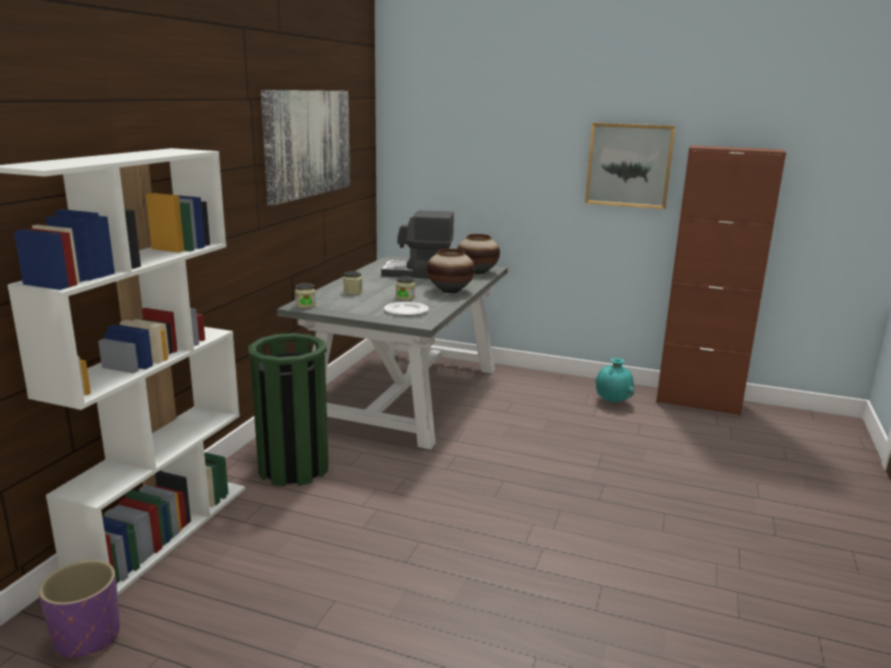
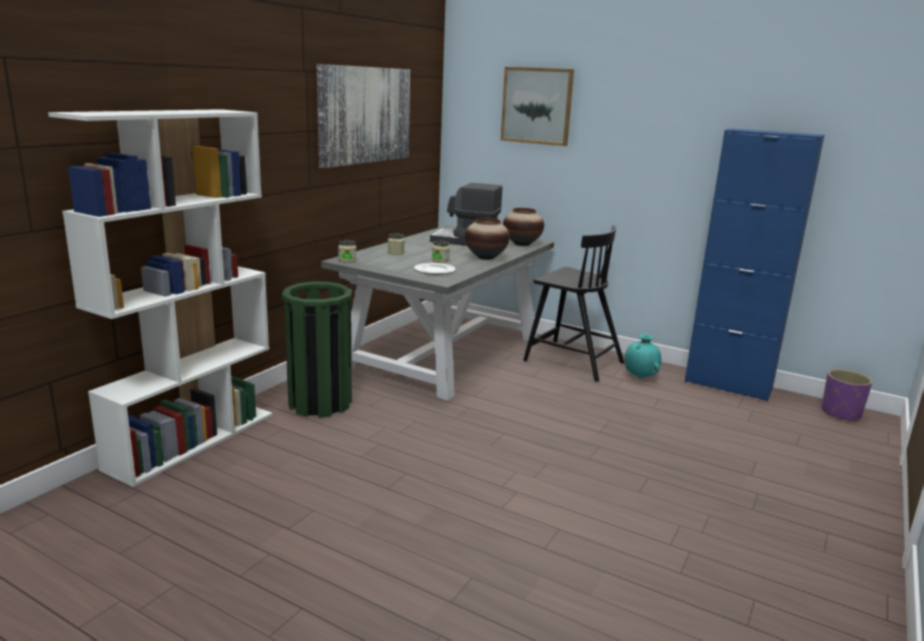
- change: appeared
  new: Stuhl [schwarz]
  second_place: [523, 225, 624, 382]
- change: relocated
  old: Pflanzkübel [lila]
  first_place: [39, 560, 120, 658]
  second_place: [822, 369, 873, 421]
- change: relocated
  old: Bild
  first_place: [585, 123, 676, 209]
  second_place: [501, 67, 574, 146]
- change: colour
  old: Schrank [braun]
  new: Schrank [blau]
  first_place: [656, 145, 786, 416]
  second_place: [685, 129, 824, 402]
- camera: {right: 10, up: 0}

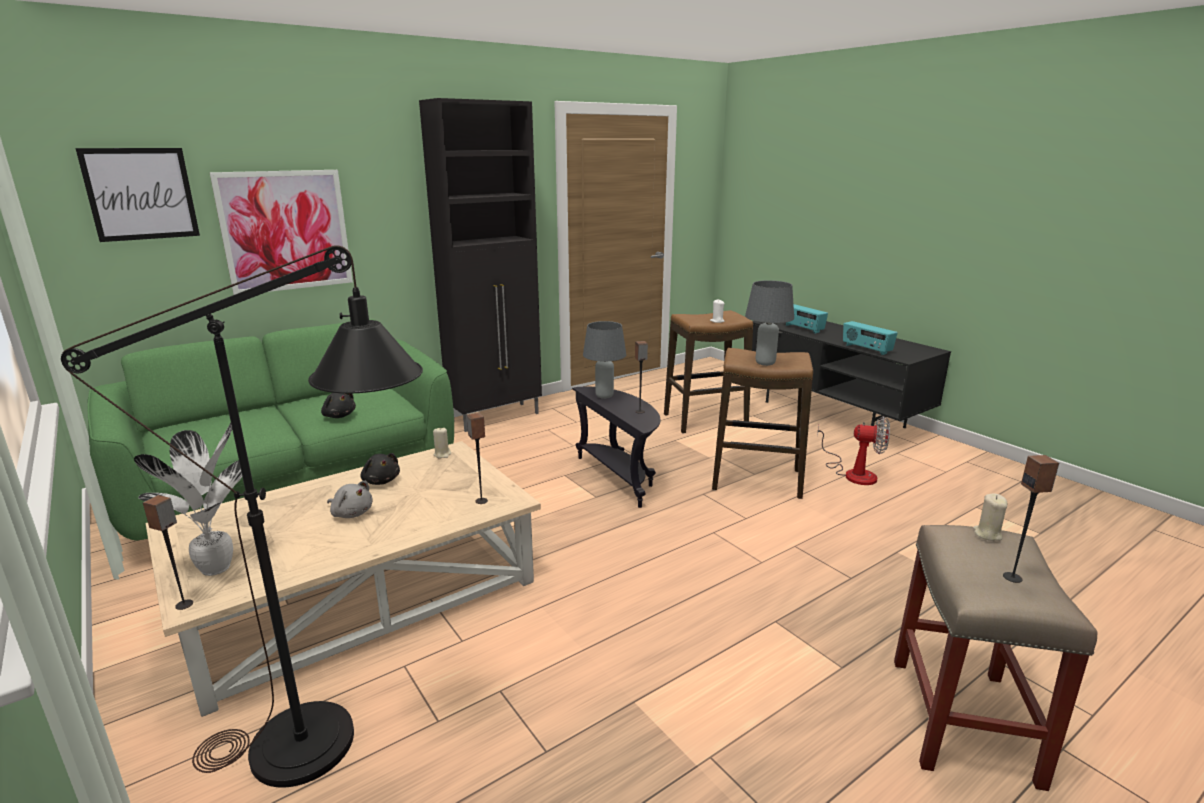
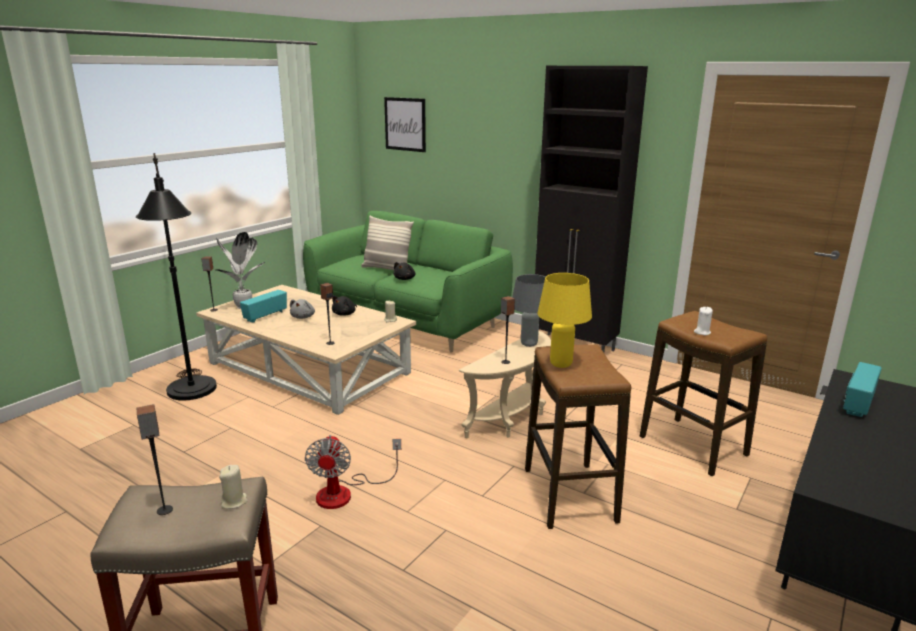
- change: missing
  old: Bild
  first_place: [209, 170, 353, 295]
- change: appeared
  new: Kissen
  second_place: [361, 216, 414, 270]
- change: relocated
  old: Ventilator
  first_place: [817, 416, 890, 485]
  second_place: [305, 435, 401, 509]
- change: relocated
  old: Radio
  first_place: [843, 321, 898, 355]
  second_place: [240, 290, 287, 323]
- change: colour
  old: Beistelltisch [schwarz]
  new: Beistelltisch [beige]
  first_place: [572, 387, 661, 508]
  second_place: [459, 331, 551, 438]
- change: colour
  old: Tischlampe [grau]
  new: Tischlampe [gelb]
  first_place: [745, 280, 794, 366]
  second_place: [537, 273, 592, 368]
- camera: {right: 70, up: 0}

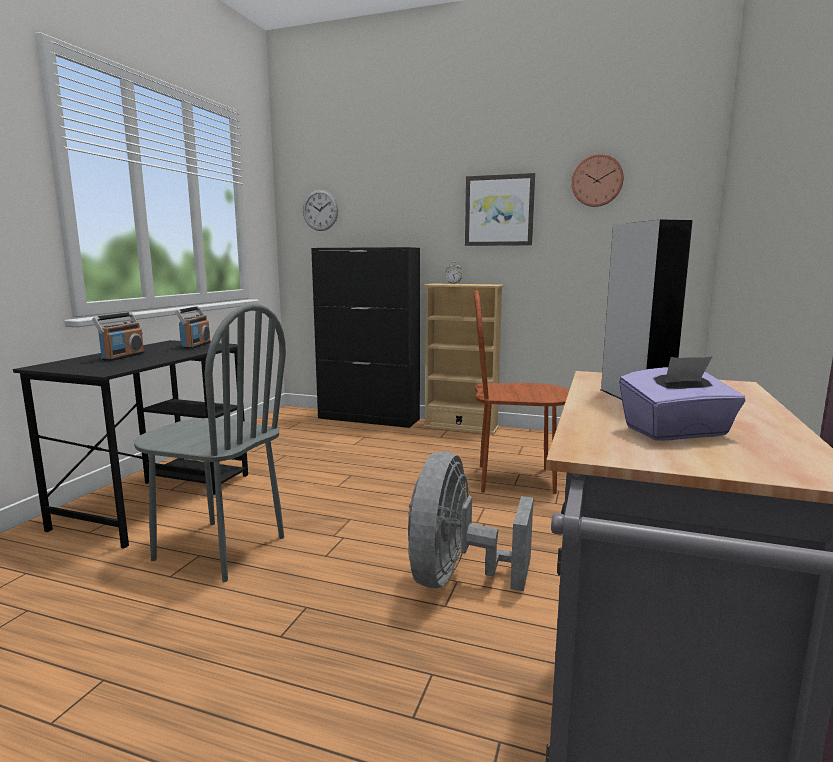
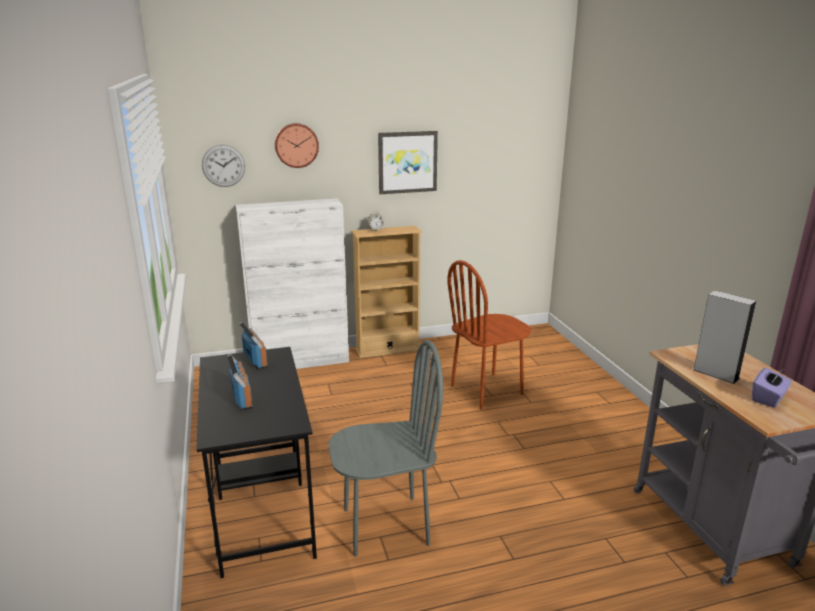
- change: missing
  old: Ventilator [grau]
  first_place: [408, 452, 534, 591]
- change: relocated
  old: Wanduhr
  first_place: [571, 154, 624, 207]
  second_place: [275, 123, 319, 168]
- change: colour
  old: Schrank [schwarz]
  new: Schrank [weiß]
  first_place: [311, 247, 420, 428]
  second_place: [236, 199, 349, 369]
- camera: {right: -35, up: 10}

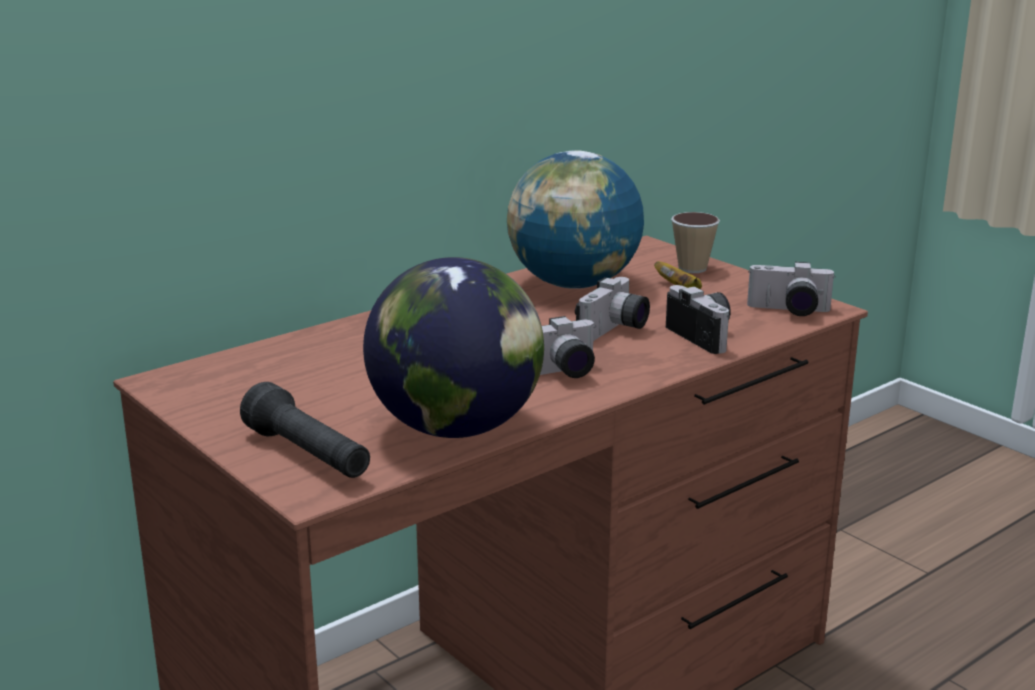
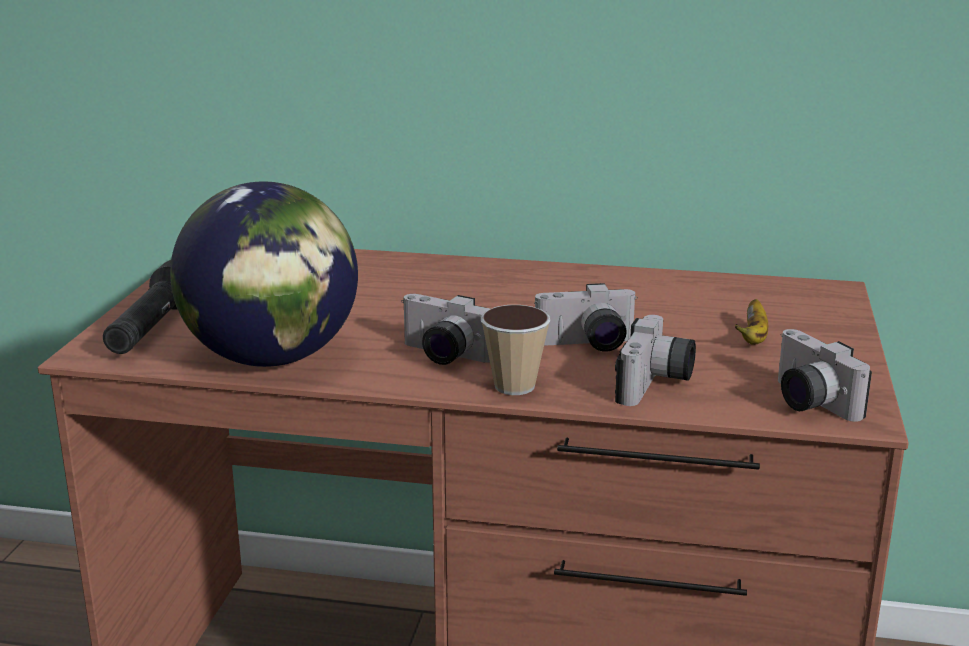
- change: missing
  old: Globus
  first_place: [507, 150, 644, 289]
- change: relocated
  old: Tasse
  first_place: [671, 212, 720, 273]
  second_place: [481, 305, 550, 395]
- camera: {right: 50, up: 0}

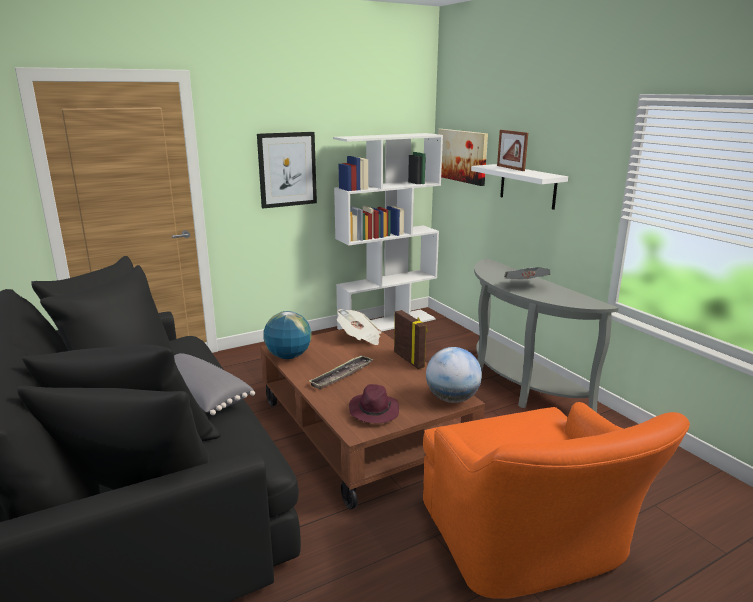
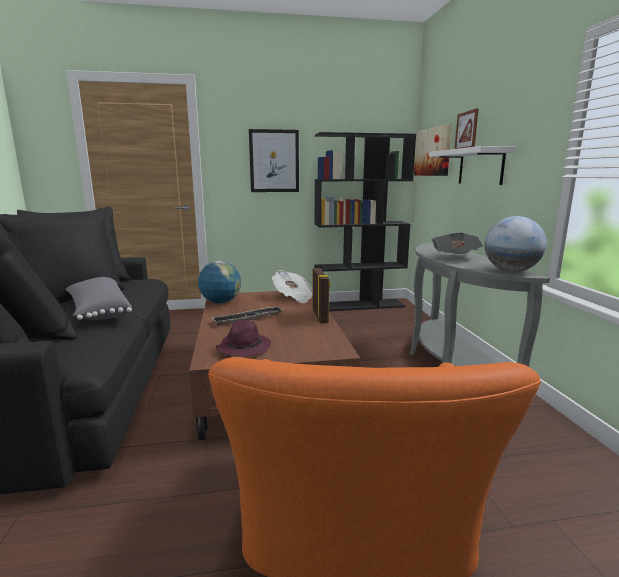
- change: relocated
  old: Globus
  first_place: [426, 347, 482, 403]
  second_place: [485, 216, 547, 272]
- change: colour
  old: Bücherregal [weiß]
  new: Bücherregal [schwarz]
  first_place: [333, 133, 443, 331]
  second_place: [314, 132, 416, 311]
- camera: {right: 20, up: -5}

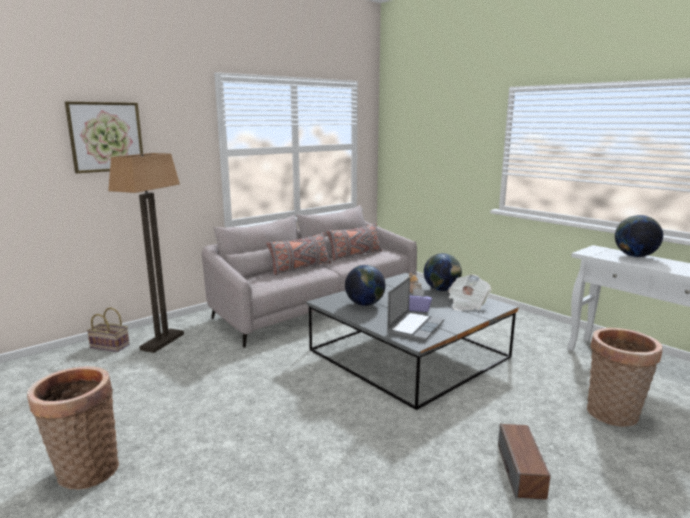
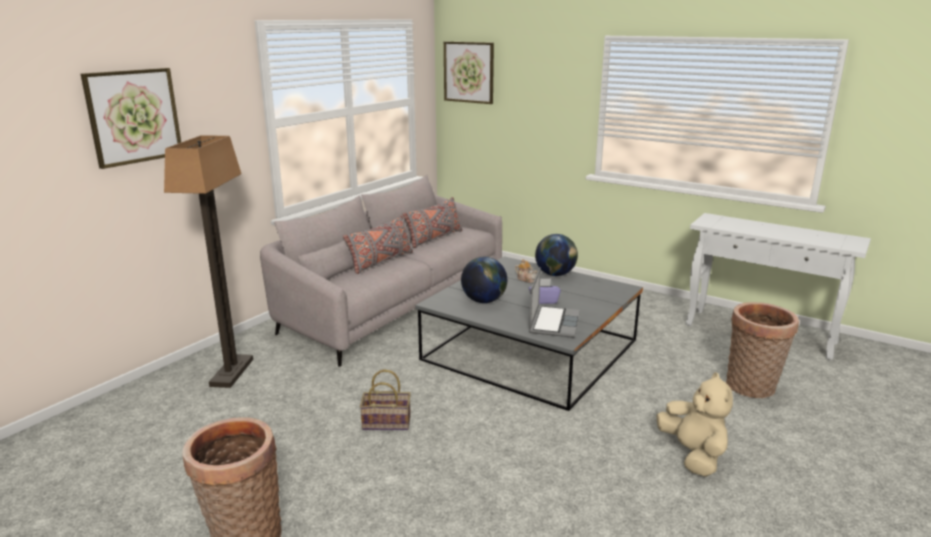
- change: missing
  old: Zeitung
  first_place: [448, 274, 491, 311]
- change: missing
  old: Globus
  first_place: [615, 215, 663, 257]
- change: appeared
  new: Bild
  second_place: [444, 42, 494, 104]
- change: relocated
  old: Korb
  first_place: [87, 307, 129, 352]
  second_place: [360, 369, 411, 430]
- change: exchanged
  old: Lautsprecher
  new: Plüschtier [beige]
  first_place: [498, 423, 550, 500]
  second_place: [656, 372, 733, 477]
- camera: {right: -15, up: 5}

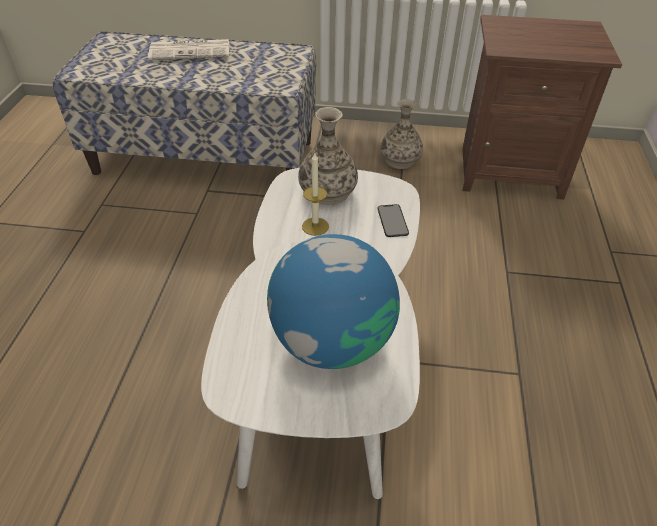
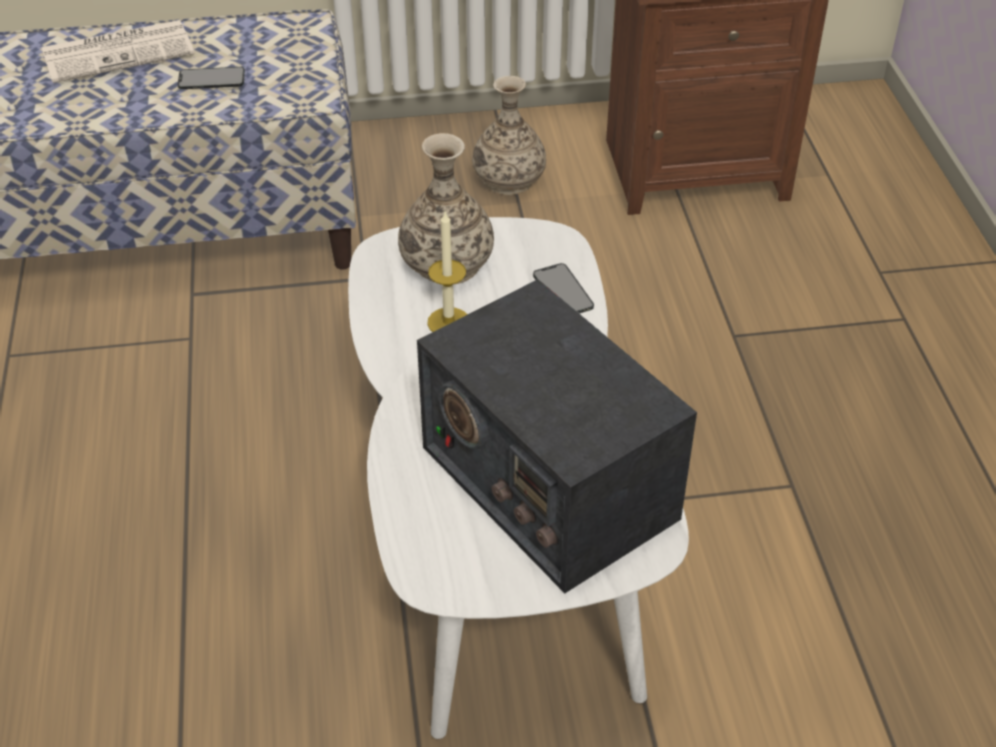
- change: appeared
  new: Handy
  second_place: [178, 67, 245, 89]
- change: exchanged
  old: Globus
  new: Radio
  first_place: [267, 234, 400, 369]
  second_place: [417, 279, 697, 593]
- camera: {right: -15, up: 0}

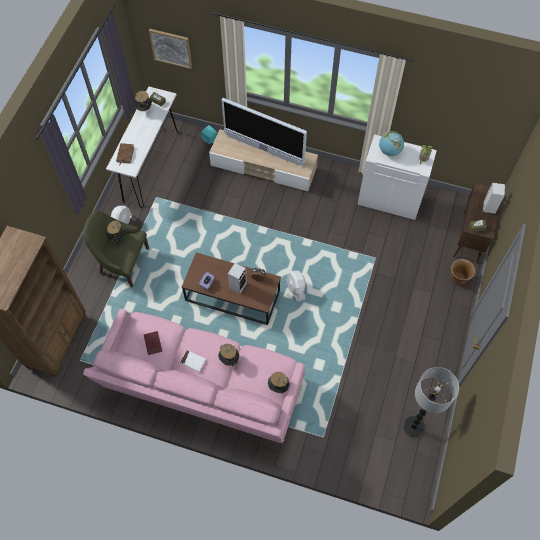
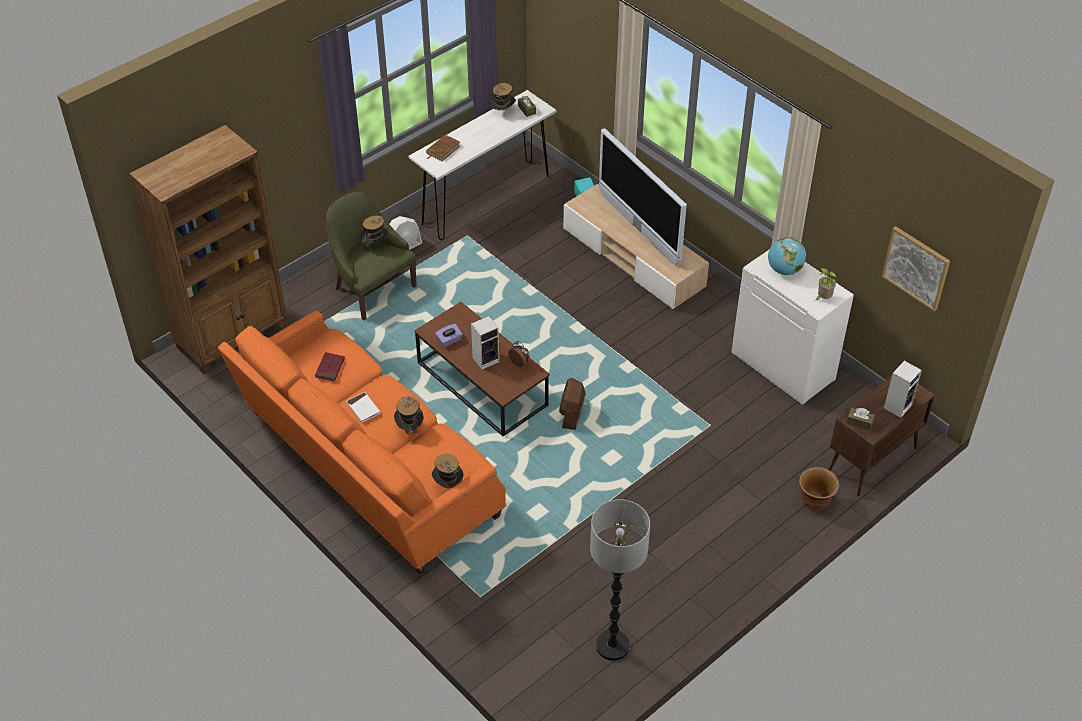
- change: relocated
  old: Bild
  first_place: [149, 29, 192, 69]
  second_place: [882, 226, 950, 311]
- change: colour
  old: Sofa [rosa]
  new: Sofa [orange]
  first_place: [83, 309, 305, 443]
  second_place: [218, 310, 506, 574]
- change: colour
  old: Ventilator [weiß]
  new: Ventilator [braun]
  first_place: [287, 271, 306, 302]
  second_place: [559, 378, 585, 430]
- camera: {right: 30, up: -15}

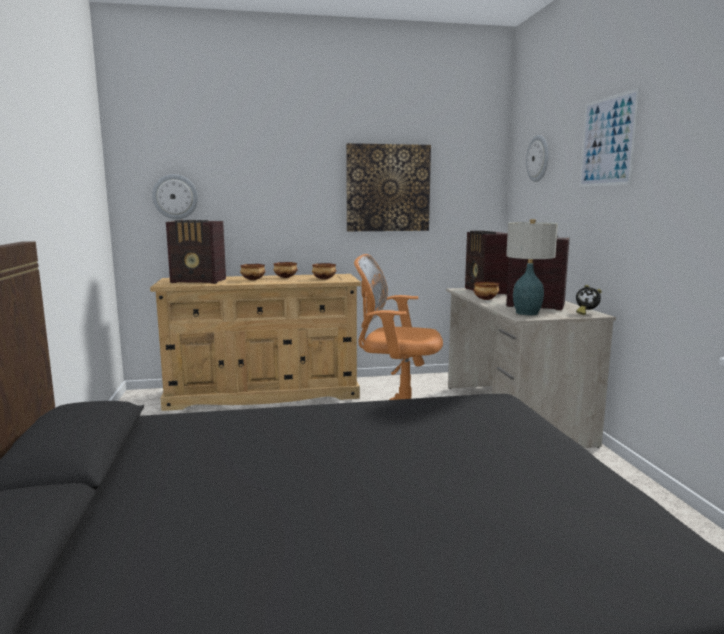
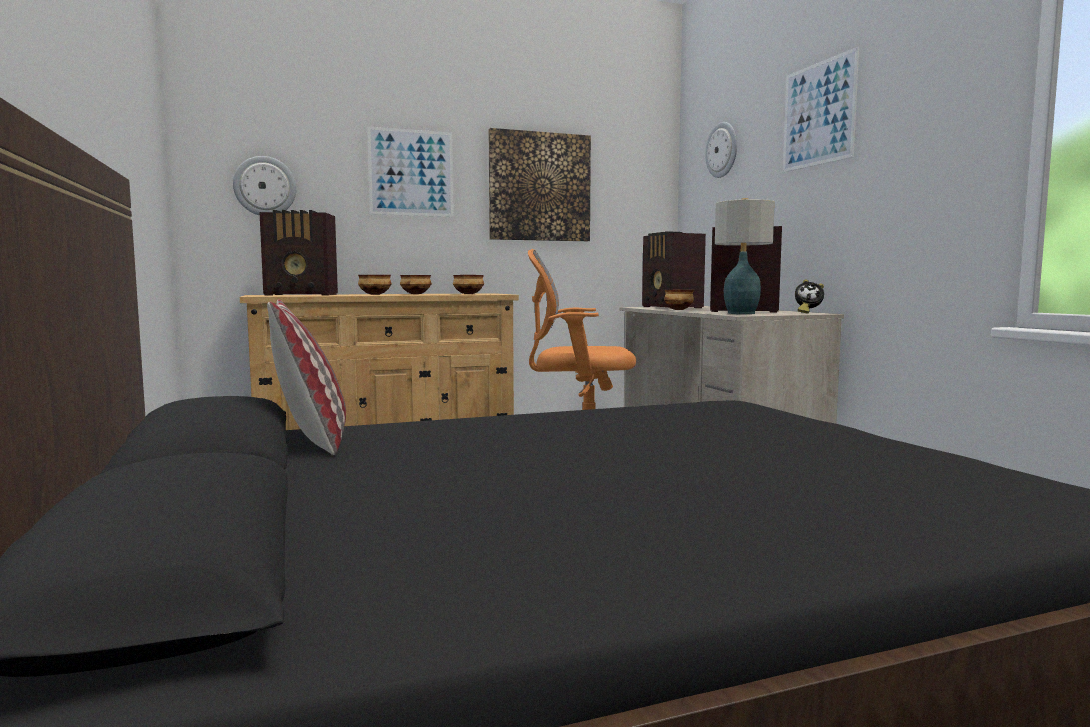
- change: appeared
  new: Kissen
  second_place: [267, 299, 346, 455]
- change: appeared
  new: Bild
  second_place: [367, 126, 454, 217]
- camera: {right: -10, up: -5}

